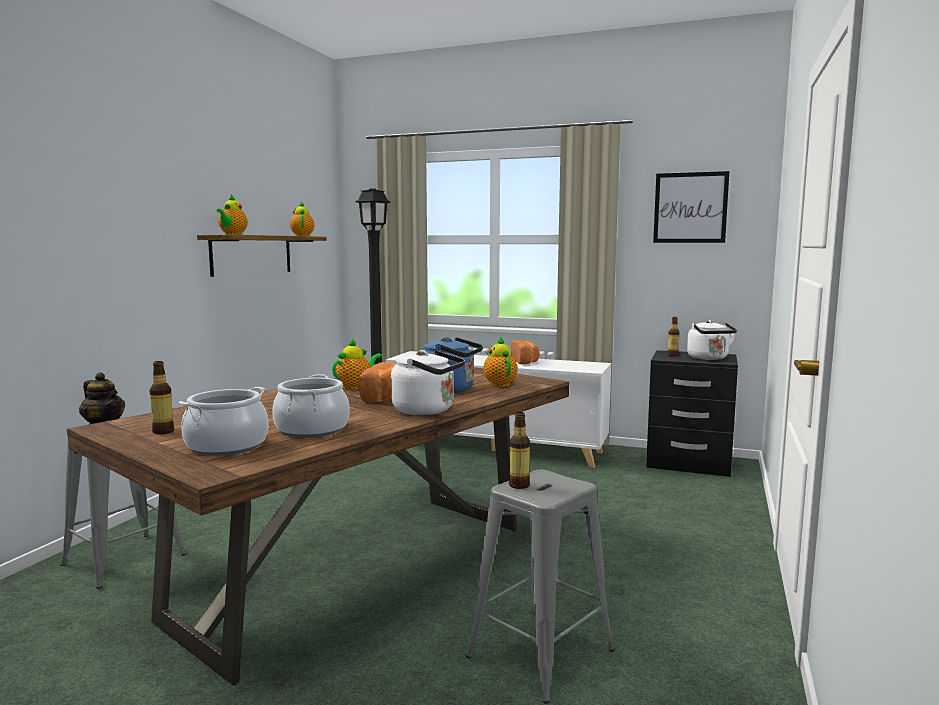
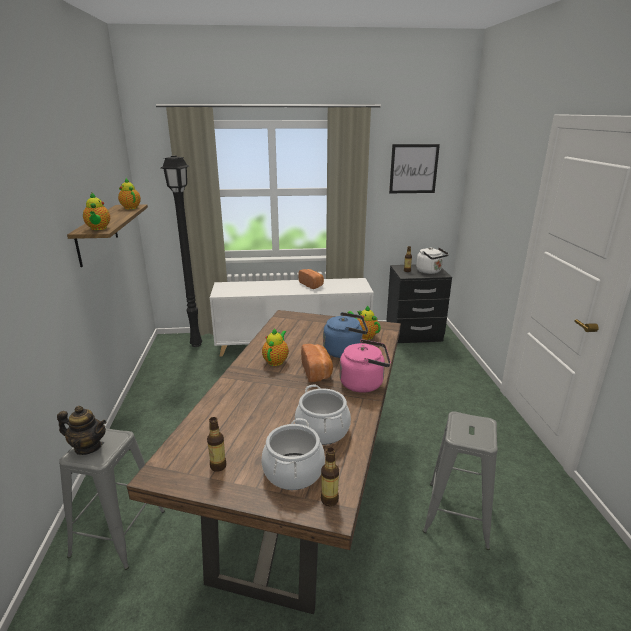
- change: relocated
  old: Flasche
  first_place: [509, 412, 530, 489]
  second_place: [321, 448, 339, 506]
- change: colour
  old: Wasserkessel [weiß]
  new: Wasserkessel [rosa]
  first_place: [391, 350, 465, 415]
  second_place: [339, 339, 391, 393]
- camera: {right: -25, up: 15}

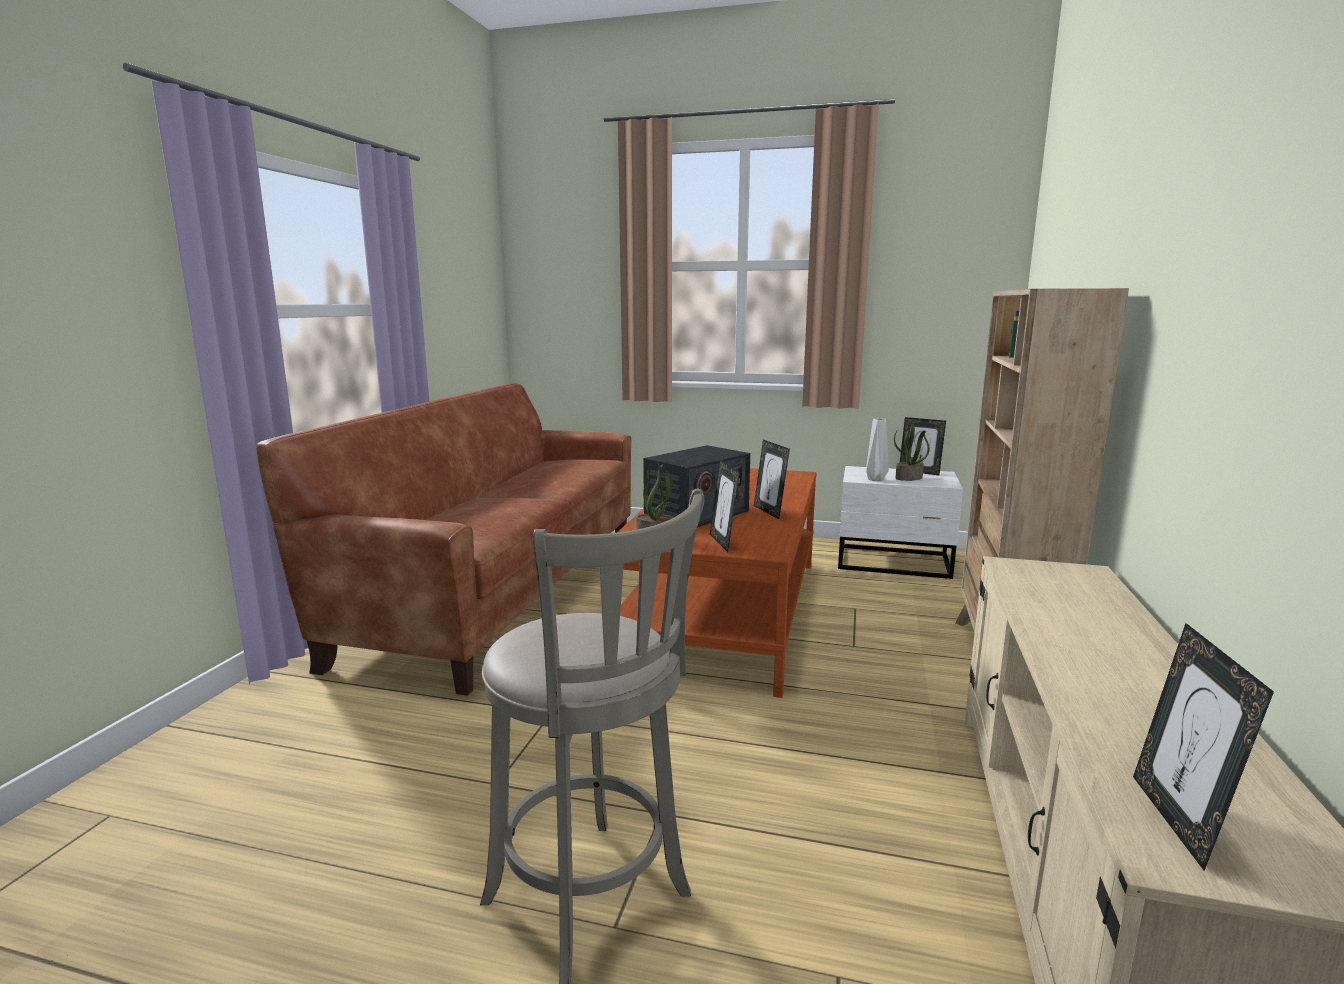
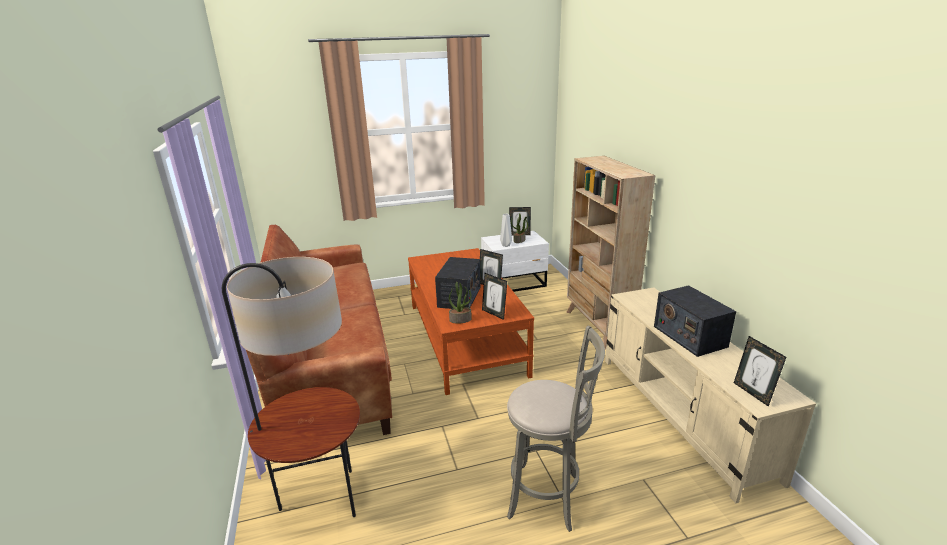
- change: appeared
  new: Stehlampe
  second_place: [222, 257, 360, 517]
- change: appeared
  new: Radio
  second_place: [654, 285, 736, 357]
- camera: {right: -30, up: 10}

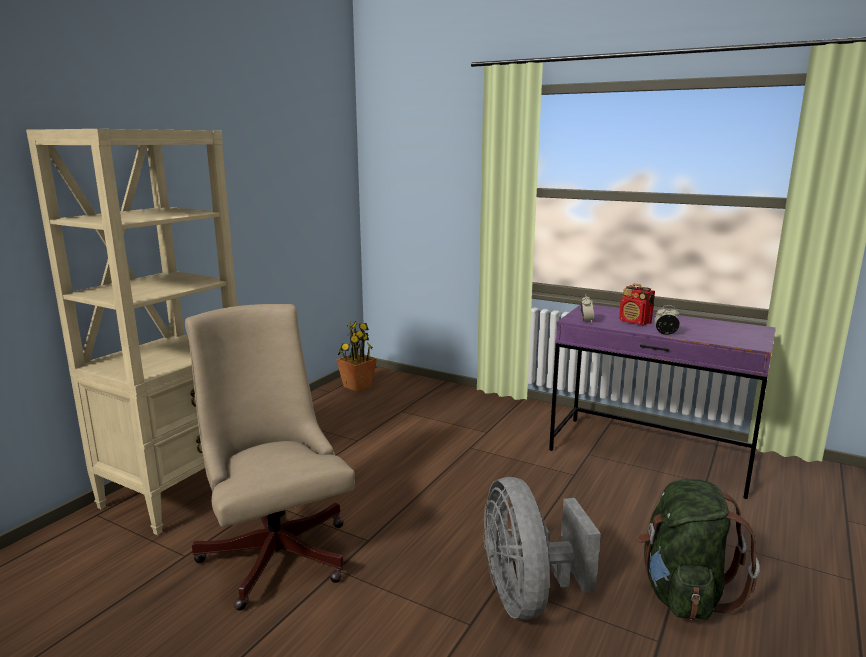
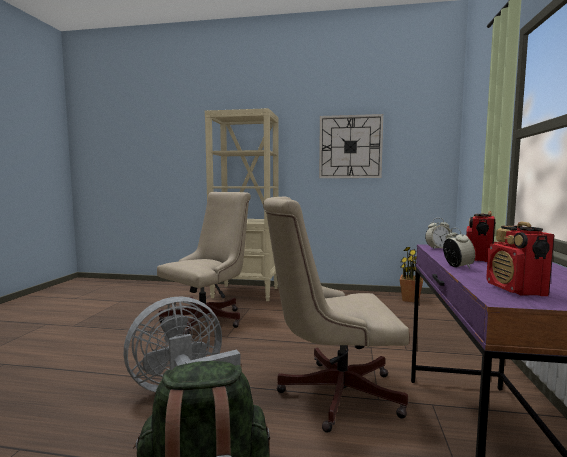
- change: appeared
  new: Bürostuhl [beige]
  second_place: [263, 196, 409, 433]
- change: appeared
  new: Wanduhr
  second_place: [319, 114, 383, 178]
- change: appeared
  new: Radio
  second_place: [486, 221, 554, 296]
- camera: {right: 70, up: -10}

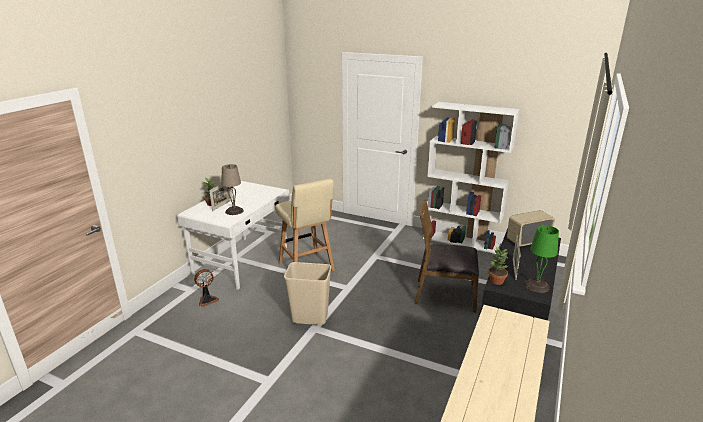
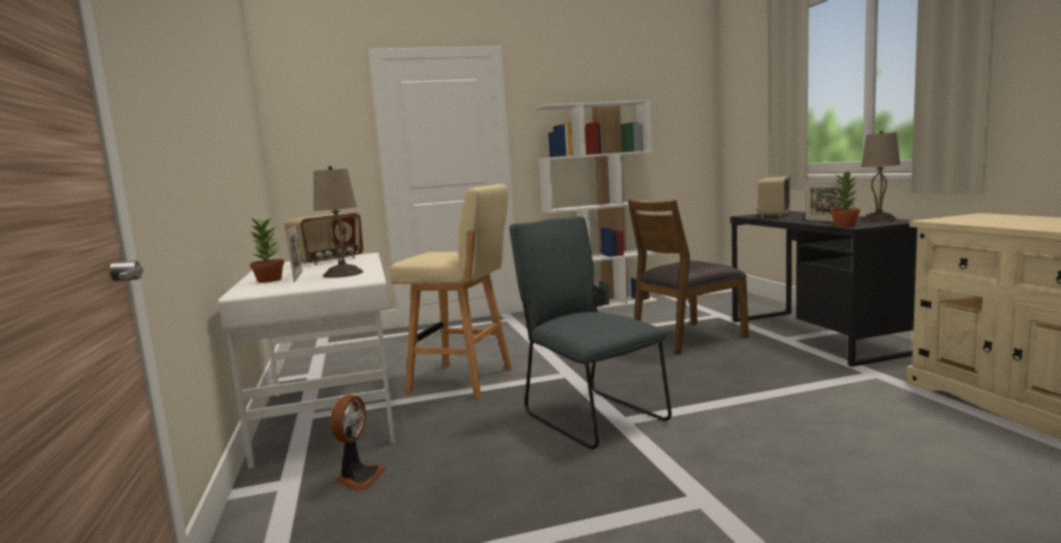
- change: appeared
  new: Radio
  second_place: [285, 213, 363, 265]
- change: exchanged
  old: Mülleimer [beige]
  new: Stuhl [grau]
  first_place: [284, 262, 331, 325]
  second_place: [509, 217, 672, 449]
- change: colour
  old: Tischlampe [grün]
  new: Tischlampe [beige]
  first_place: [525, 225, 559, 293]
  second_place: [861, 130, 900, 222]
- camera: {right: -40, up: -15}

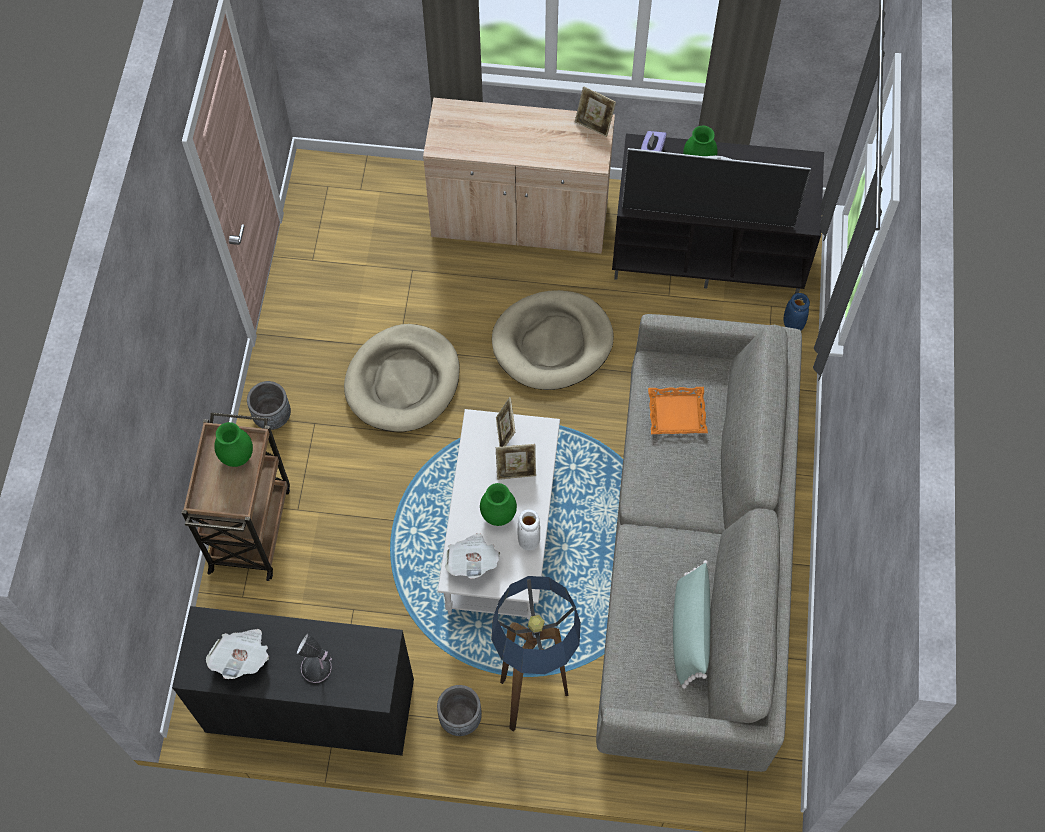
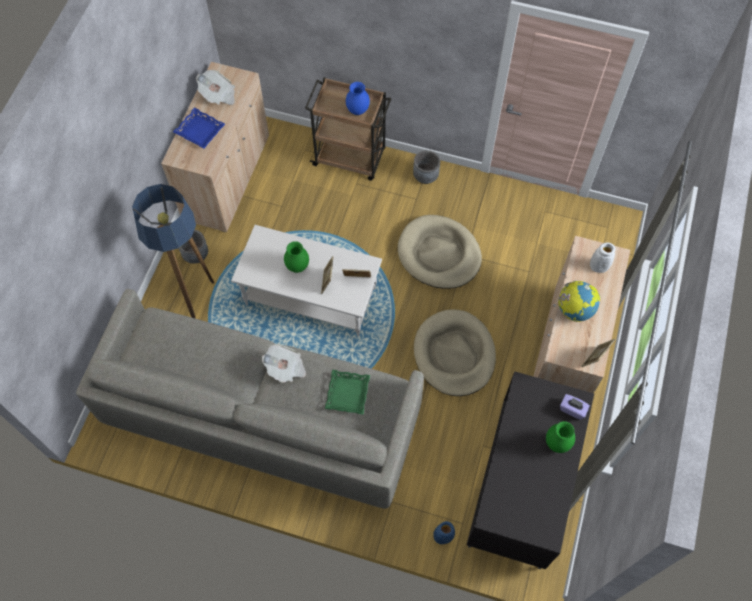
- change: missing
  old: Fernseher
  first_place: [622, 148, 811, 227]
- change: missing
  old: Kissen [grün]
  first_place: [673, 560, 711, 689]
- change: appeared
  new: Globus
  second_place: [558, 280, 600, 322]
- change: relocated
  old: Zeitung
  first_place: [445, 533, 500, 579]
  second_place: [262, 344, 306, 383]
- change: relocated
  old: Vase [weiß]
  first_place: [518, 509, 540, 550]
  second_place: [590, 242, 616, 273]
- change: exchanged
  old: Tischlampe
  new: Tablett [blau]
  first_place: [297, 634, 332, 683]
  second_place: [173, 107, 225, 149]
- change: colour
  old: Schrank [schwarz]
  new: Schrank [beige]
  first_place: [172, 606, 414, 756]
  second_place: [161, 62, 269, 232]
- change: colour
  old: Vase [grün]
  new: Vase [blau]
  first_place: [214, 422, 253, 467]
  second_place: [346, 82, 370, 115]
- change: colour
  old: Tablett [orange]
  new: Tablett [grün]
  first_place: [648, 387, 708, 434]
  second_place: [325, 370, 370, 415]
- camera: {right: 100, up: 0}

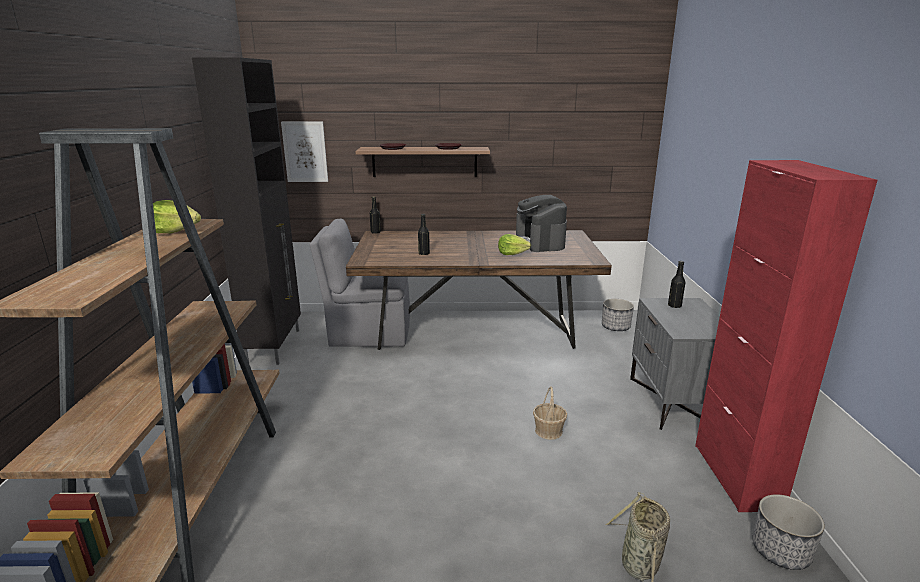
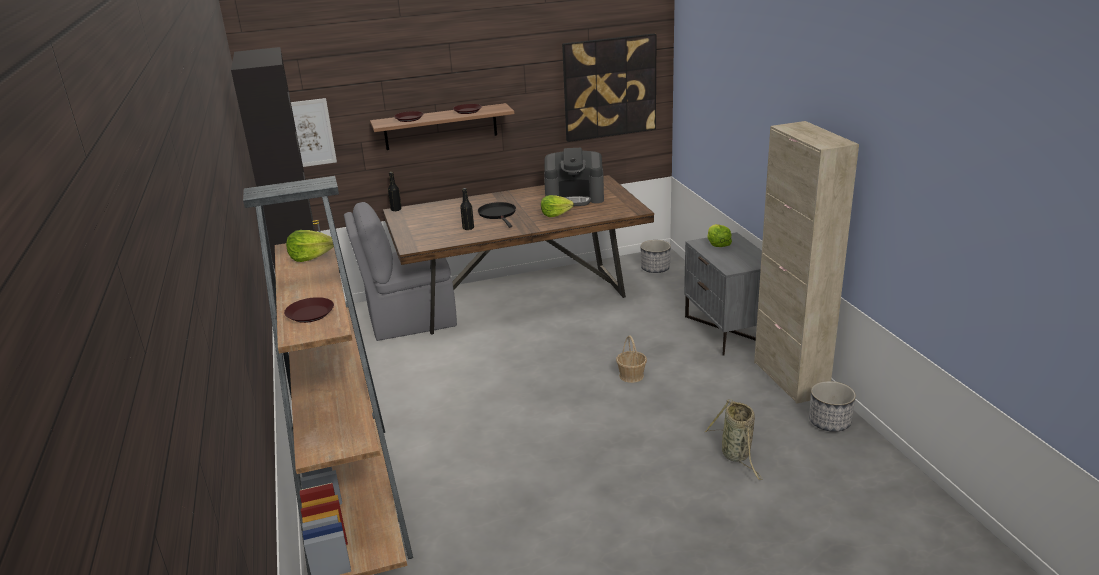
- change: appeared
  new: Teller [braun]
  second_place: [284, 297, 334, 323]
- change: appeared
  new: Pfanne [schwarz]
  second_place: [478, 202, 516, 228]
- change: appeared
  new: Bild
  second_place: [562, 33, 657, 142]
- change: exchanged
  old: Flasche [schwarz]
  new: Salatkopf
  first_place: [668, 261, 685, 308]
  second_place: [707, 224, 732, 247]
- change: colour
  old: Schrank [rot]
  new: Schrank [beige]
  first_place: [695, 160, 877, 512]
  second_place: [754, 121, 859, 404]
- change: spun
  old: Kaffeemaschine
  first_place: [516, 195, 567, 252]
  second_place: [544, 148, 604, 206]
  degrees: -60
- camera: {right: -15, up: 5}

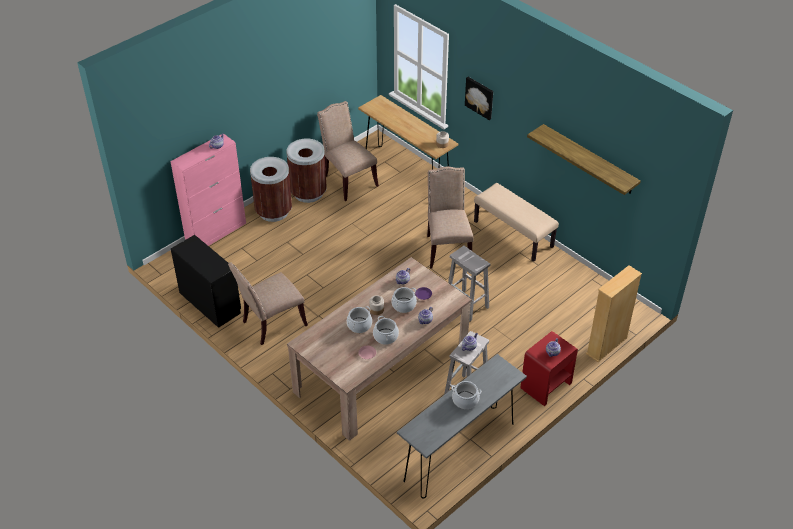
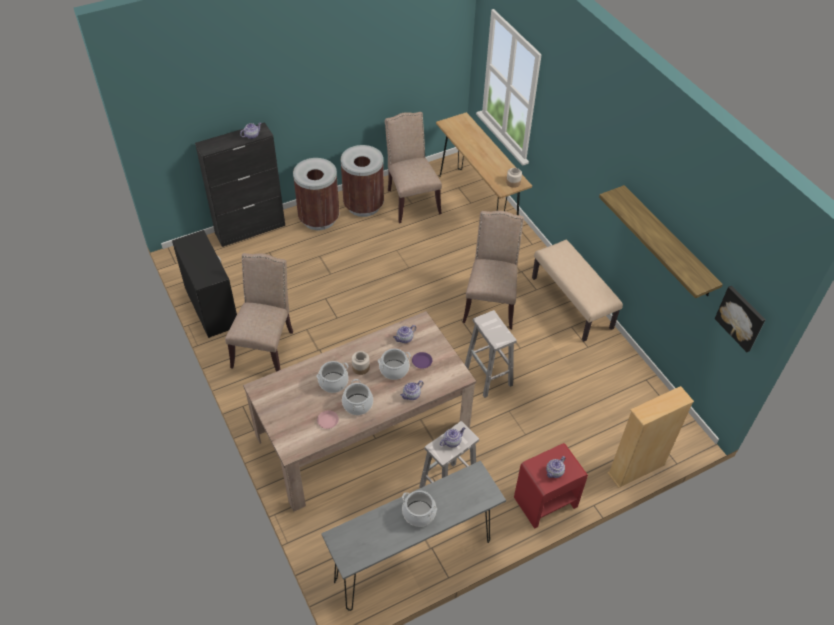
- change: relocated
  old: Bild
  first_place: [465, 77, 493, 120]
  second_place: [715, 286, 766, 352]
- change: colour
  old: Schrank [rosa]
  new: Schrank [schwarz]
  first_place: [170, 134, 246, 246]
  second_place: [195, 122, 285, 247]
- change: spun
  old: Stuhl [beige]
  first_place: [228, 262, 308, 345]
  second_place: [225, 253, 293, 372]
  degrees: 120
- camera: {right: 15, up: 5}

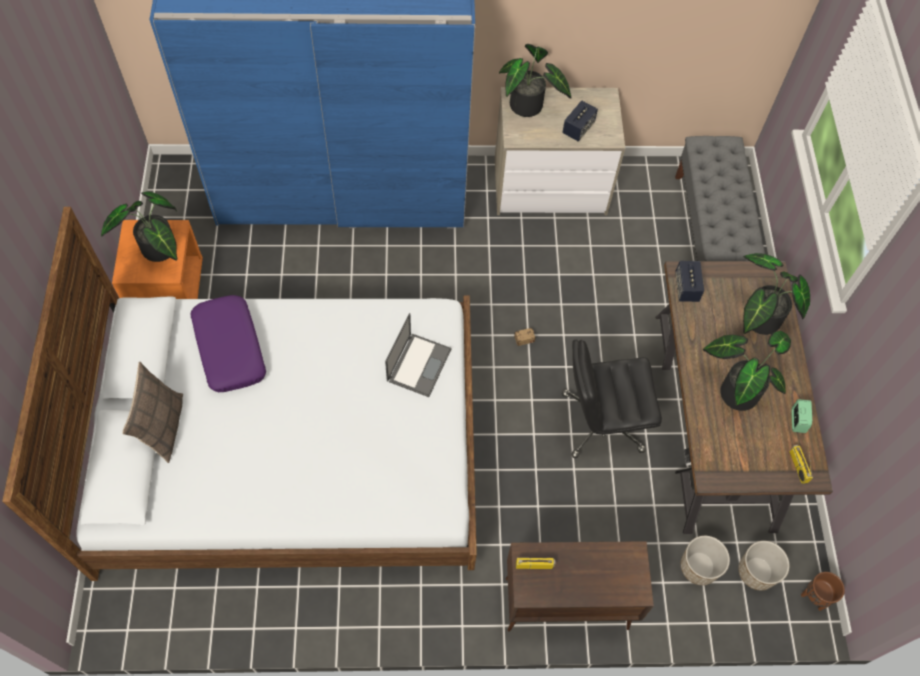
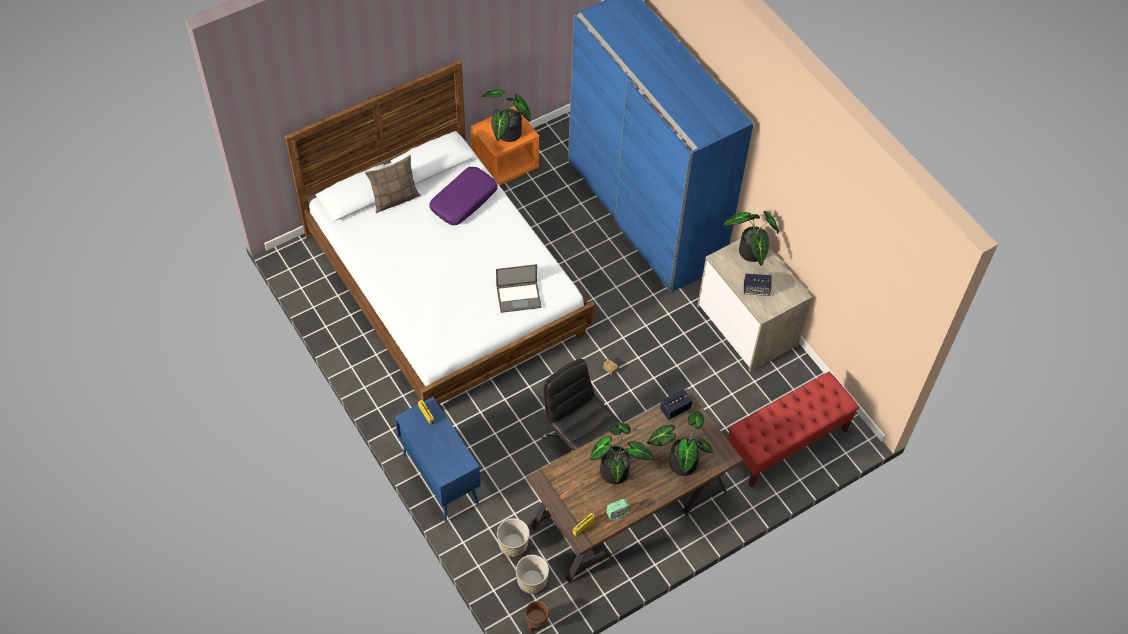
- change: colour
  old: Schrank [braun]
  new: Schrank [blau]
  first_place: [505, 541, 654, 632]
  second_place: [395, 397, 481, 521]
- change: colour
  old: Bank [grau]
  new: Bank [rot]
  first_place: [675, 136, 765, 261]
  second_place: [727, 372, 859, 487]
- camera: {right: 60, up: -5}

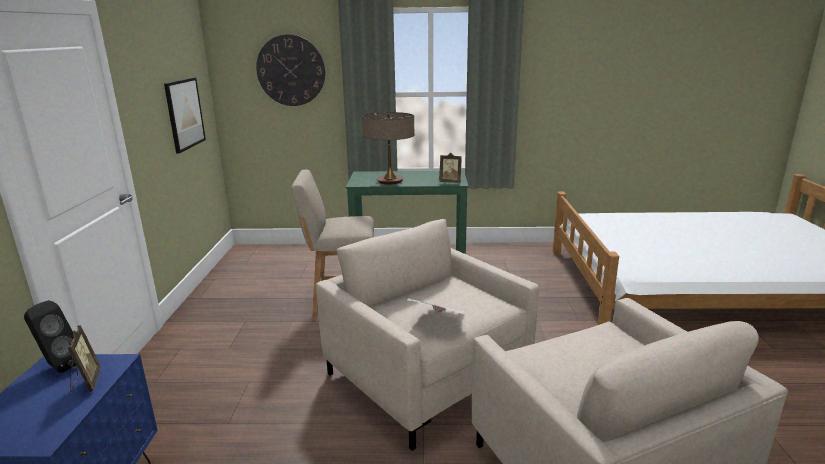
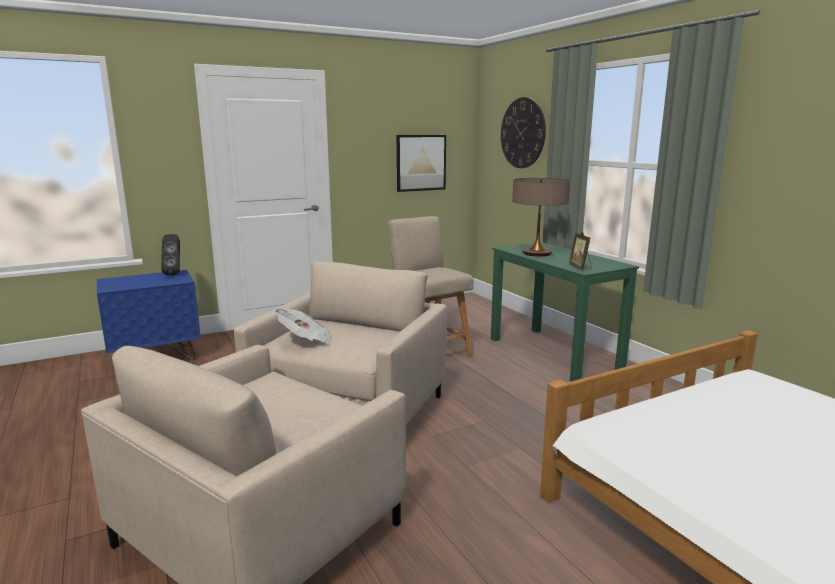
- change: missing
  old: Bilderrahmen
  first_place: [68, 325, 101, 394]
- camera: {right: 60, up: -5}

